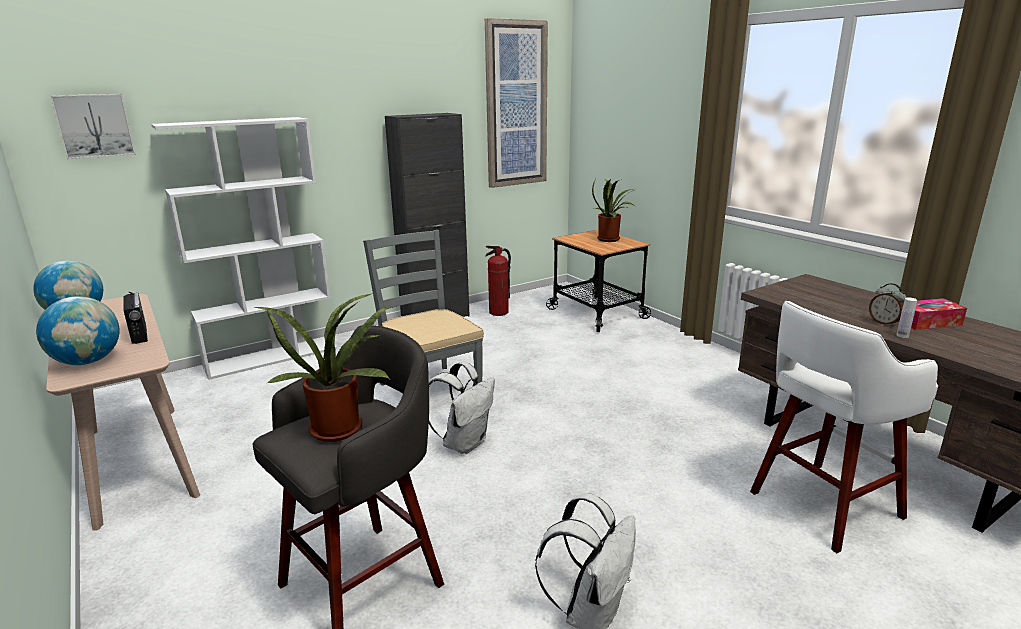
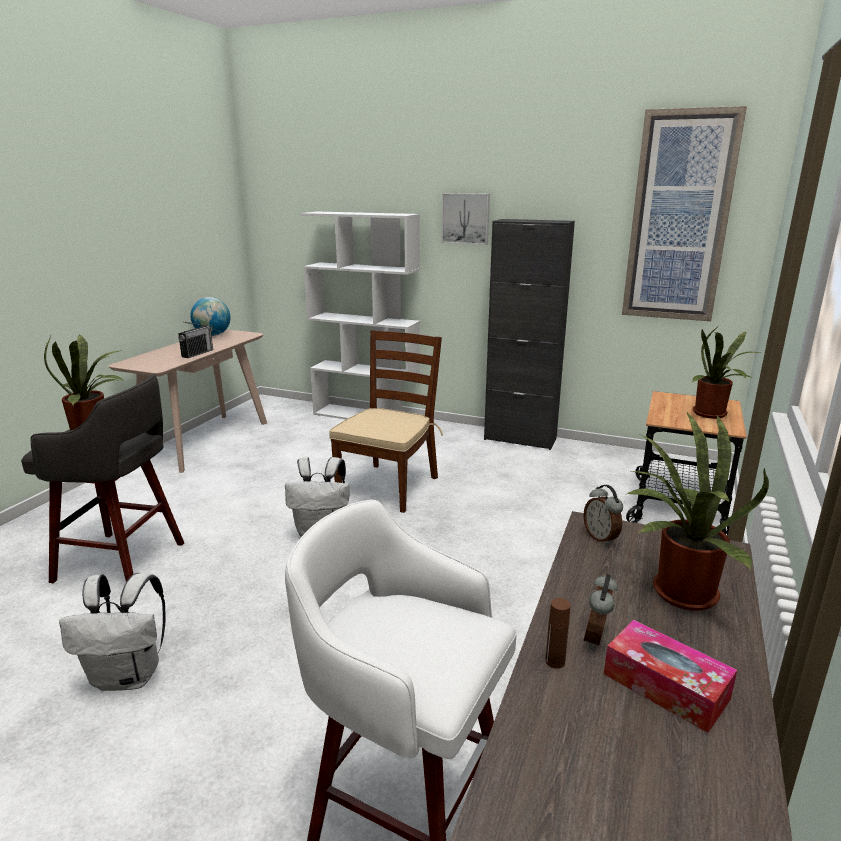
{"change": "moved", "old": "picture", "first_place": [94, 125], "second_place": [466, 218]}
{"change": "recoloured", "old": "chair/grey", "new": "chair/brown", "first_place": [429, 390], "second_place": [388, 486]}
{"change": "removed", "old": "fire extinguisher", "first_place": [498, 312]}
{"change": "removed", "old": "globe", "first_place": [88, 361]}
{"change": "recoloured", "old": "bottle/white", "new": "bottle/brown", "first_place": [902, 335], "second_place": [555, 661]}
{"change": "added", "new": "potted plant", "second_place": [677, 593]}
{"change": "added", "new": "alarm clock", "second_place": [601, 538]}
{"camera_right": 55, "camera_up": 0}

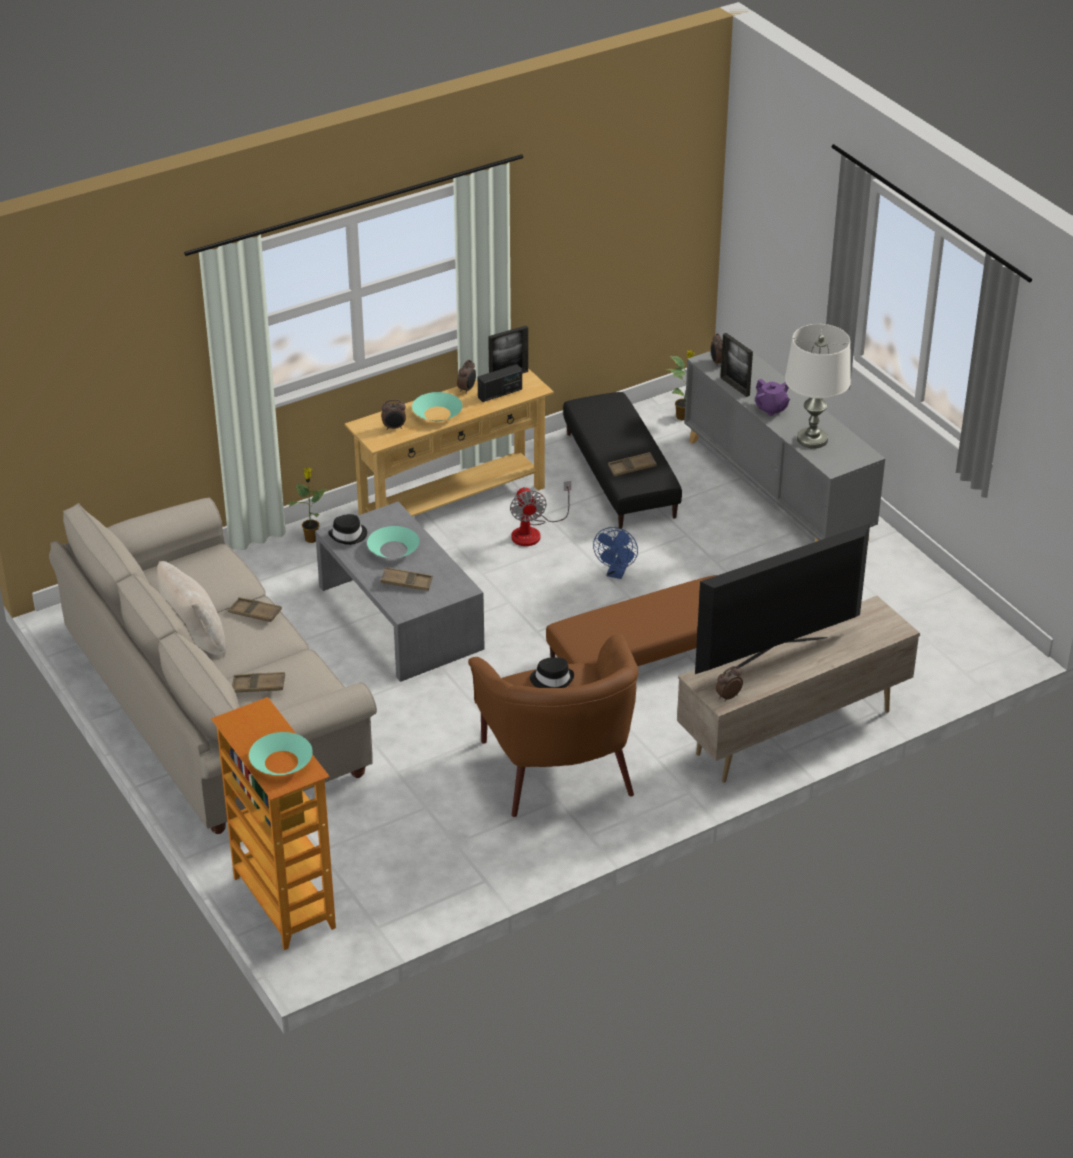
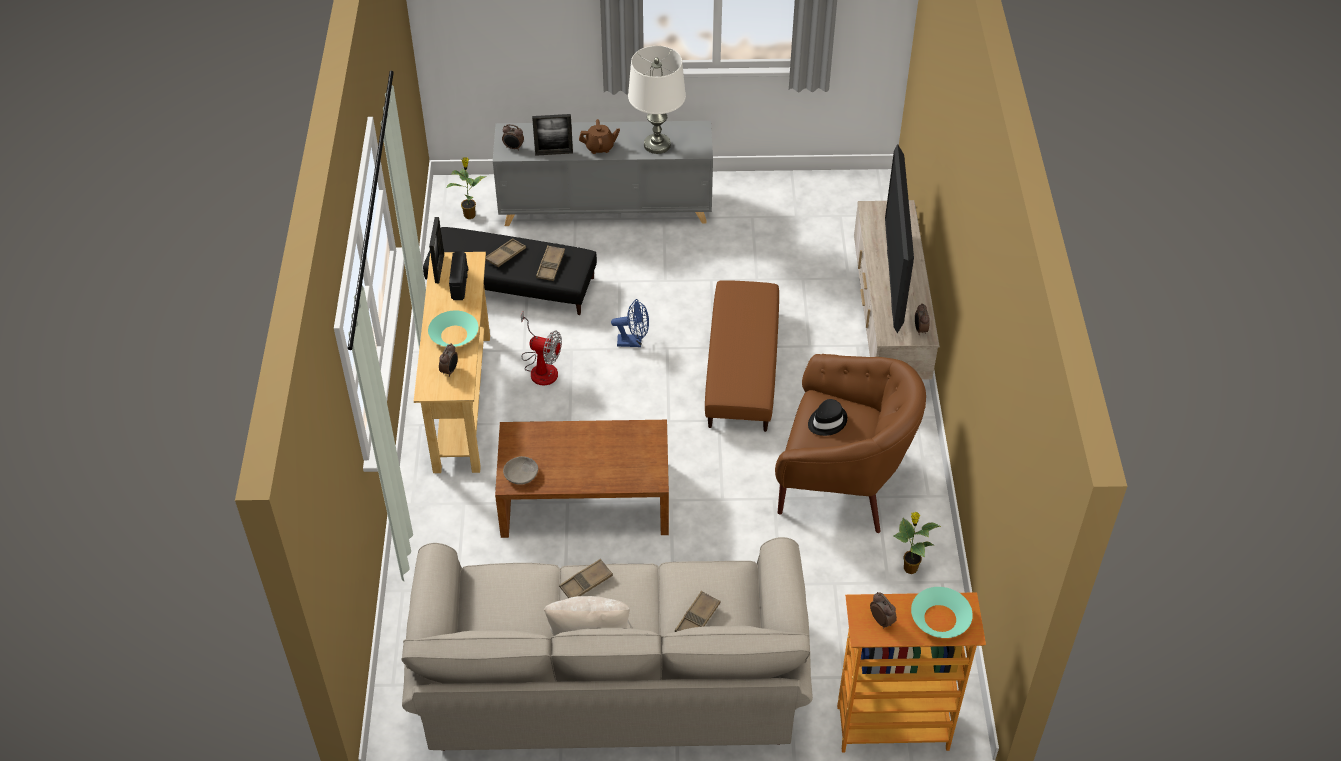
{"change": "moved", "old": "alarm clock", "first_place": [467, 389], "second_place": [882, 620]}
{"change": "recoloured", "old": "teapot/purple", "new": "teapot/brown", "first_place": [771, 408], "second_place": [600, 147]}
{"change": "moved", "old": "potted plant", "first_place": [311, 538], "second_place": [909, 568]}
{"change": "recoloured", "old": "coffee table/grey", "new": "coffee table/brown", "first_place": [399, 618], "second_place": [585, 500]}
{"change": "replaced", "old": "hat/black", "new": "bowl/grey", "first_place": [348, 535], "second_place": [521, 474]}
{"change": "removed", "old": "bowl/turquoise", "first_place": [393, 549]}
{"change": "turned", "old": "fan/blue", "first_place": [616, 573], "second_place": [633, 342], "degrees": -45}
{"change": "moved", "old": "tray/brown", "first_place": [406, 582], "second_place": [505, 255]}
{"camera_right": -60, "camera_up": 10}

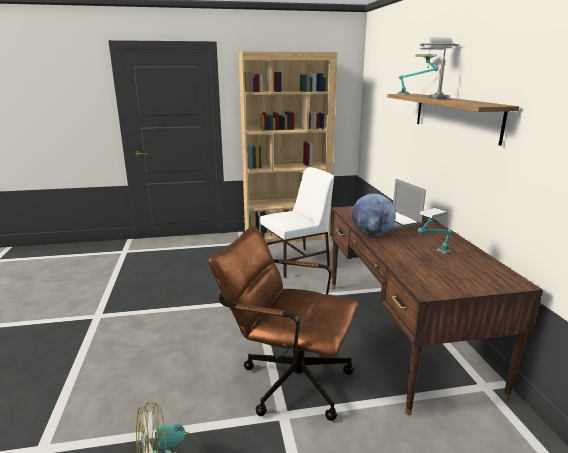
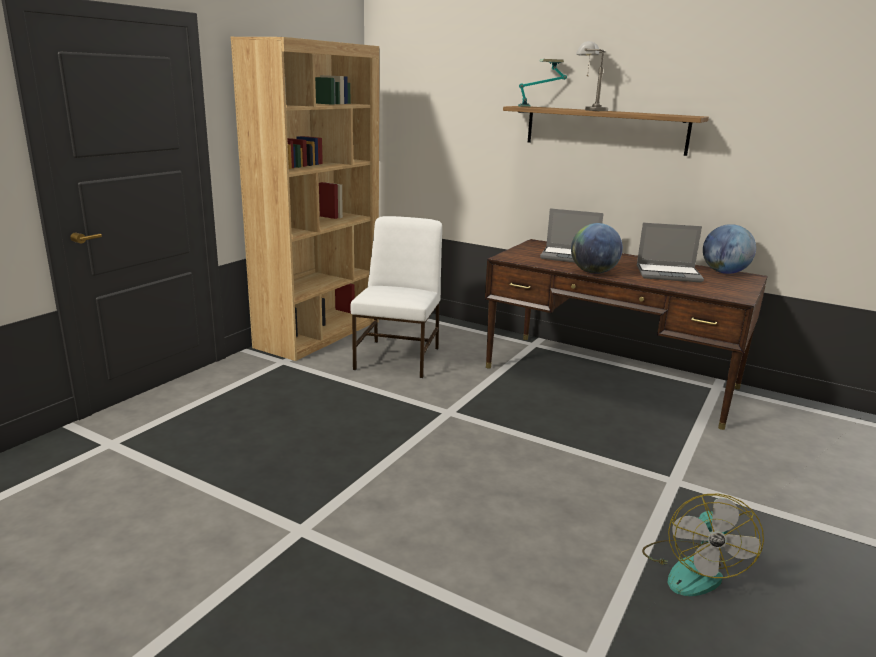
{"change": "replaced", "old": "table lamp", "new": "laptop", "first_place": [432, 255], "second_place": [669, 274]}
{"change": "removed", "old": "office chair/brown", "first_place": [287, 379]}
{"change": "added", "new": "globe", "second_place": [724, 272]}
{"camera_right": -50, "camera_up": 0}

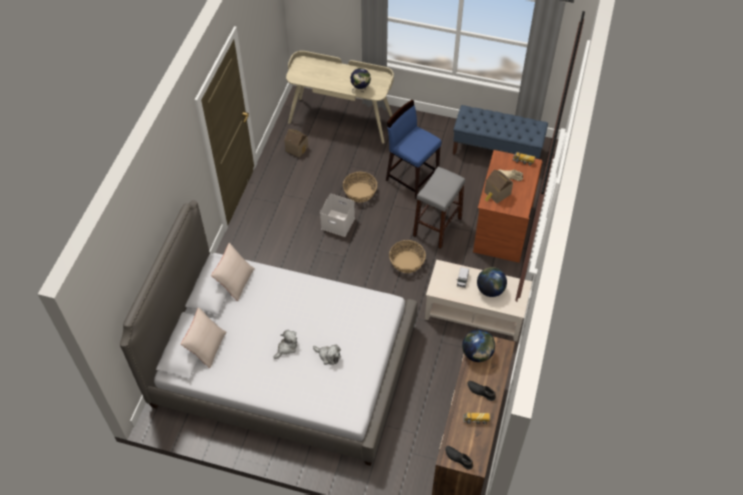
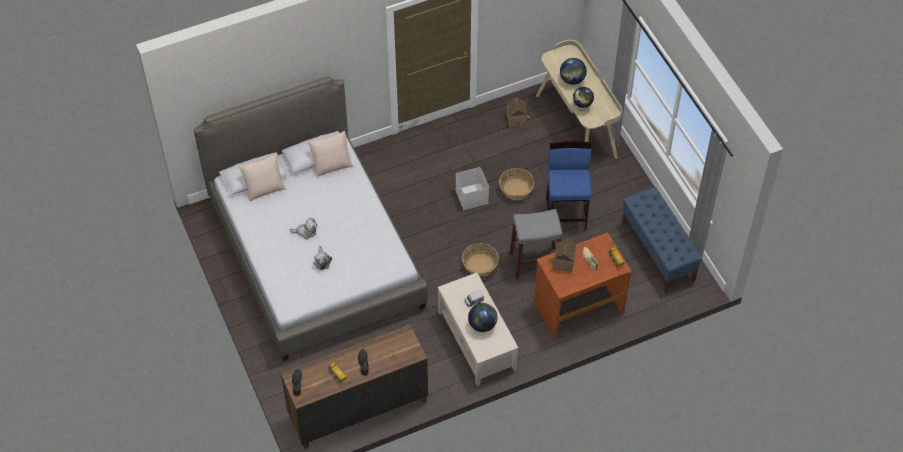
{"change": "moved", "old": "globe", "first_place": [477, 353], "second_place": [572, 80]}
{"camera_right": 50, "camera_up": 0}

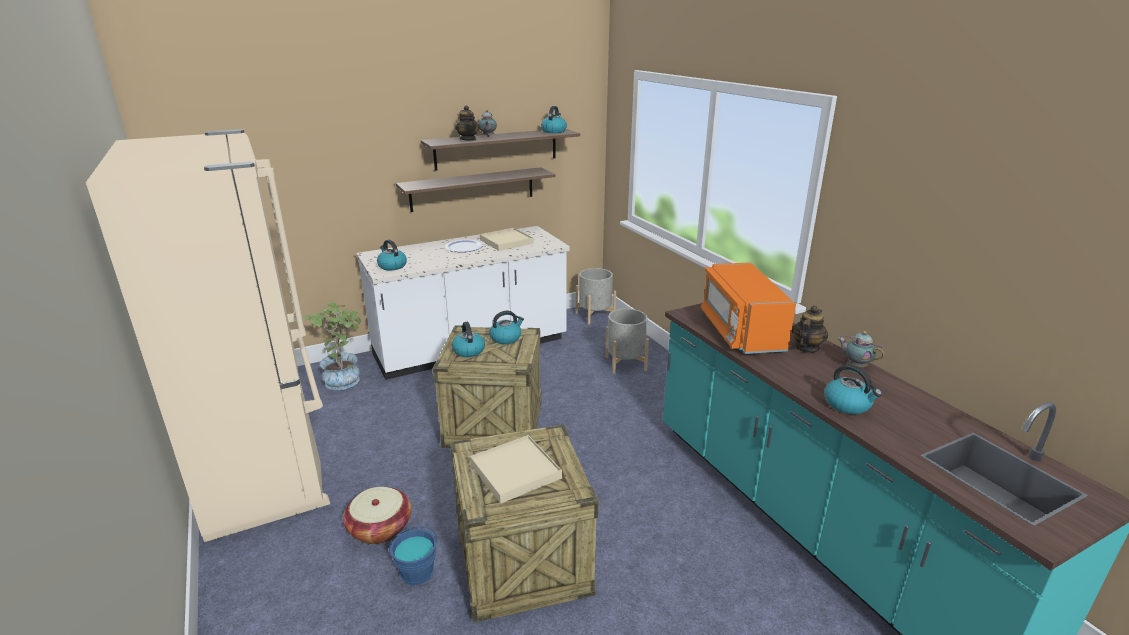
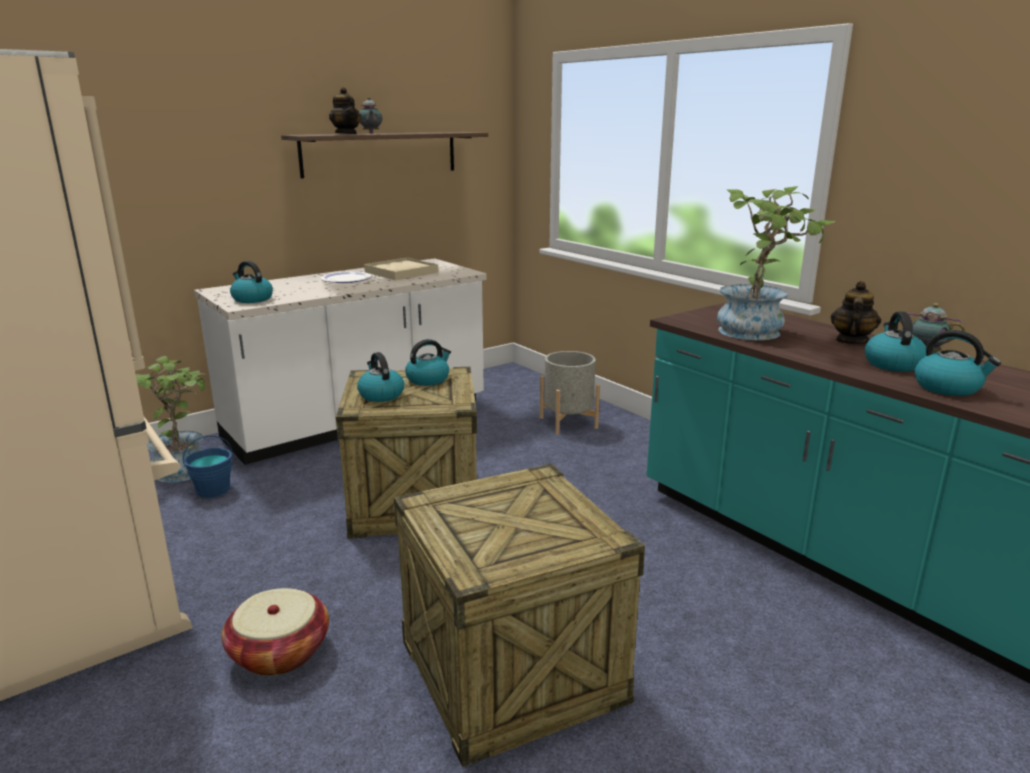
{"change": "moved", "old": "kettle", "first_place": [554, 131], "second_place": [892, 364]}
{"change": "removed", "old": "shelf", "first_place": [472, 189]}
{"change": "replaced", "old": "microwave/orange", "new": "potted plant", "first_place": [741, 331], "second_place": [758, 331]}
{"change": "removed", "old": "planter/grey", "first_place": [595, 315]}
{"change": "removed", "old": "tray/beige", "first_place": [515, 471]}
{"change": "moved", "old": "bucket/blue", "first_place": [417, 572], "second_place": [213, 489]}
{"camera_right": -10, "camera_up": -5}

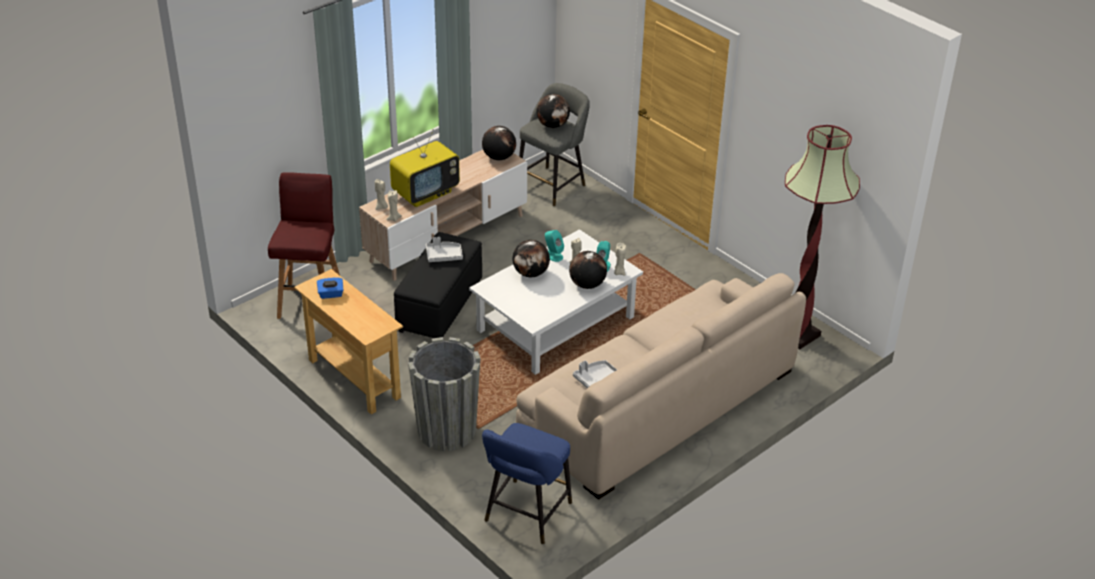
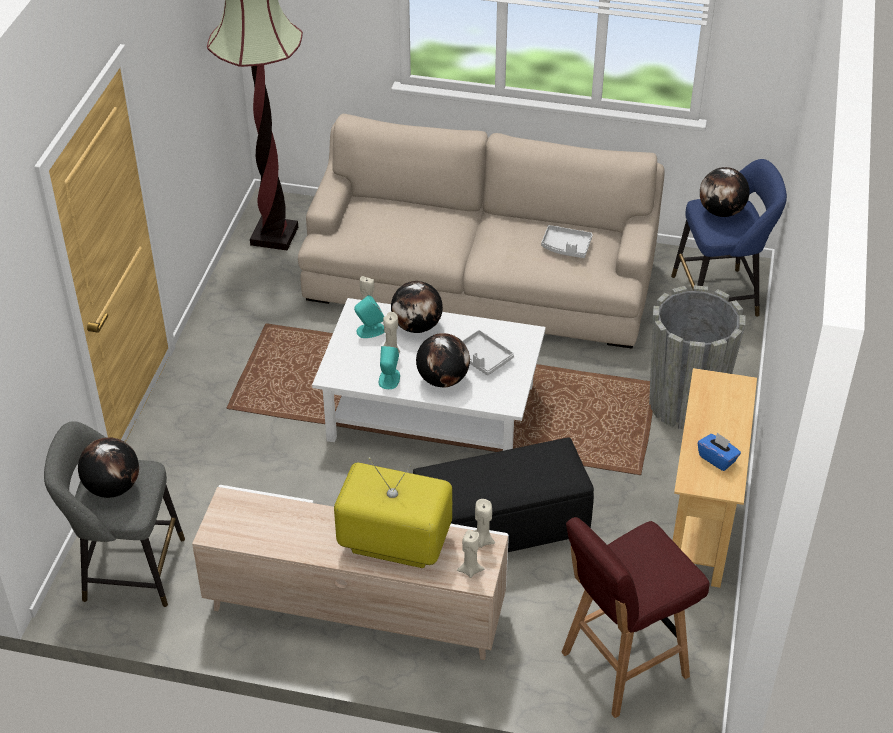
{"change": "moved", "old": "globe", "first_place": [499, 157], "second_place": [721, 212]}
{"change": "moved", "old": "tray/grey", "first_place": [444, 256], "second_place": [483, 358]}
{"camera_right": -125, "camera_up": 5}

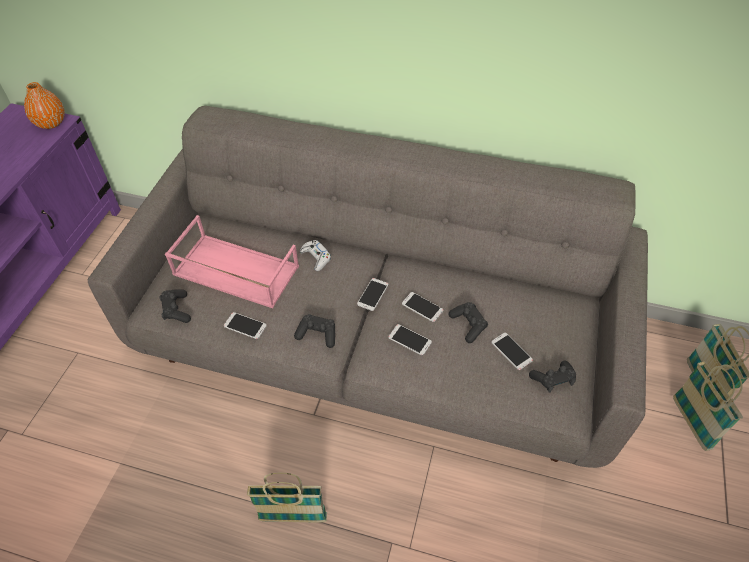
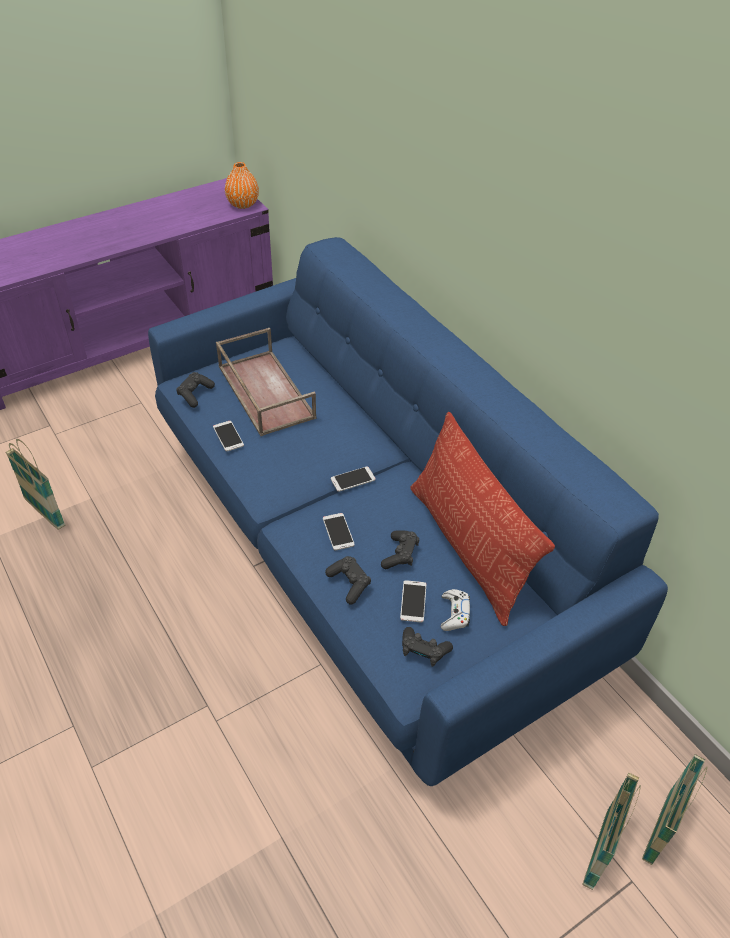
{"change": "recoloured", "old": "sofa/grey", "new": "sofa/blue", "first_place": [375, 342], "second_place": [364, 547]}
{"change": "recoloured", "old": "tray/pink", "new": "tray/brown", "first_place": [234, 271], "second_place": [264, 391]}
{"change": "moved", "old": "game controller/white", "first_place": [316, 257], "second_place": [454, 613]}
{"change": "removed", "old": "phone", "first_place": [422, 307]}
{"change": "moved", "old": "game controller/black", "first_place": [317, 334], "second_place": [349, 583]}
{"change": "moved", "old": "basket", "first_place": [293, 517], "second_place": [44, 513]}
{"change": "added", "new": "pillow", "second_place": [467, 548]}
{"camera_right": 40, "camera_up": -5}

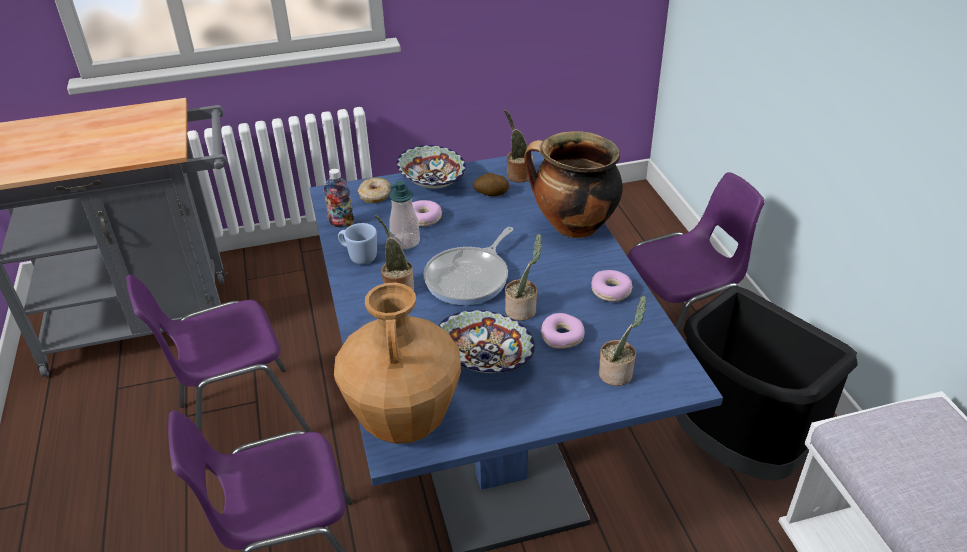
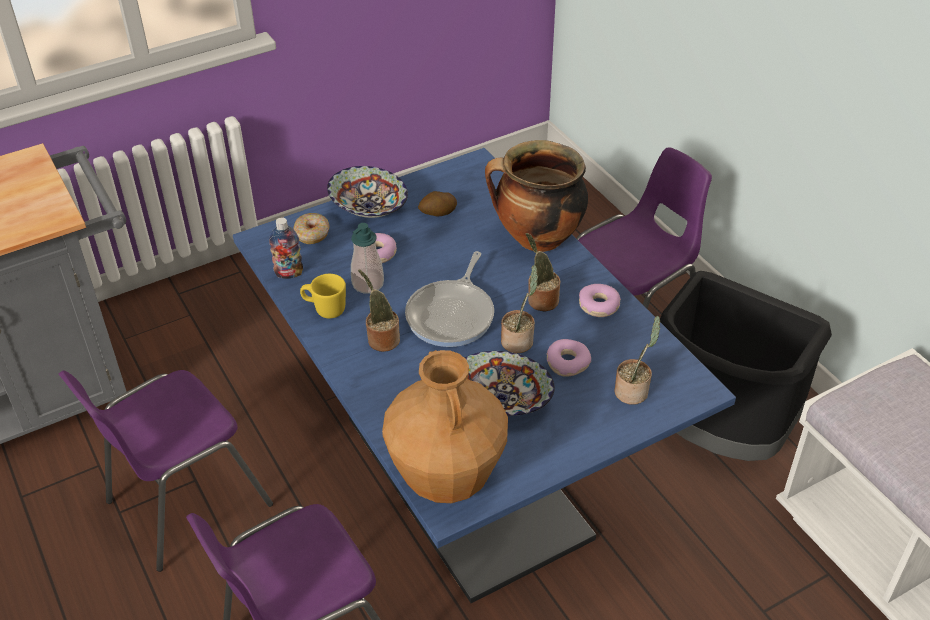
{"change": "moved", "old": "potted plant", "first_place": [517, 175], "second_place": [540, 300]}
{"change": "recoloured", "old": "mug/blue", "new": "mug/yellow", "first_place": [359, 256], "second_place": [325, 309]}
{"camera_right": -15, "camera_up": 5}

